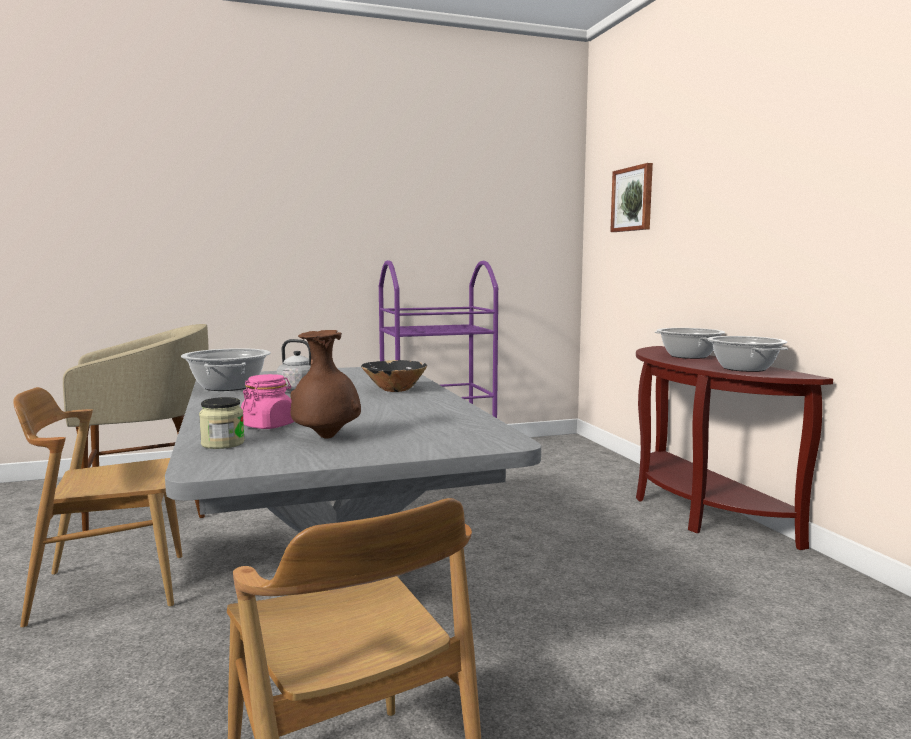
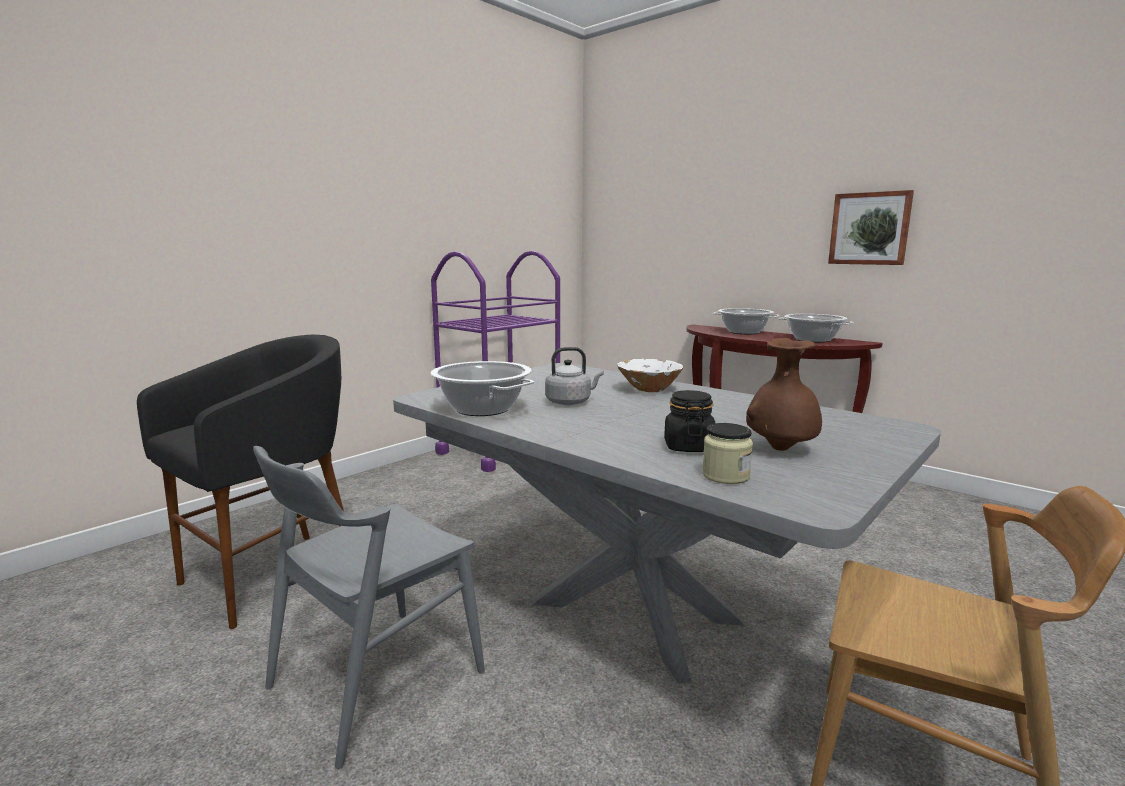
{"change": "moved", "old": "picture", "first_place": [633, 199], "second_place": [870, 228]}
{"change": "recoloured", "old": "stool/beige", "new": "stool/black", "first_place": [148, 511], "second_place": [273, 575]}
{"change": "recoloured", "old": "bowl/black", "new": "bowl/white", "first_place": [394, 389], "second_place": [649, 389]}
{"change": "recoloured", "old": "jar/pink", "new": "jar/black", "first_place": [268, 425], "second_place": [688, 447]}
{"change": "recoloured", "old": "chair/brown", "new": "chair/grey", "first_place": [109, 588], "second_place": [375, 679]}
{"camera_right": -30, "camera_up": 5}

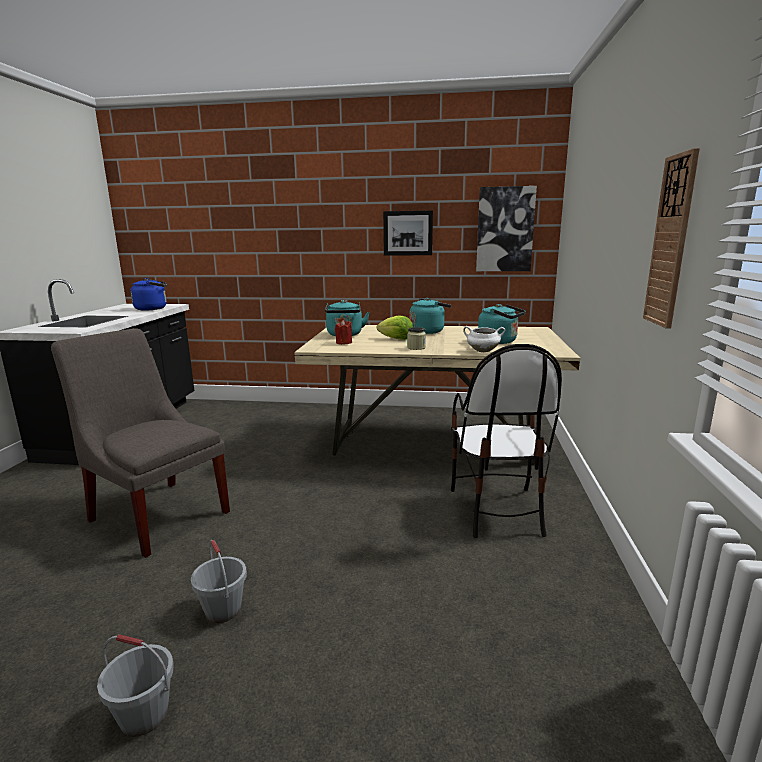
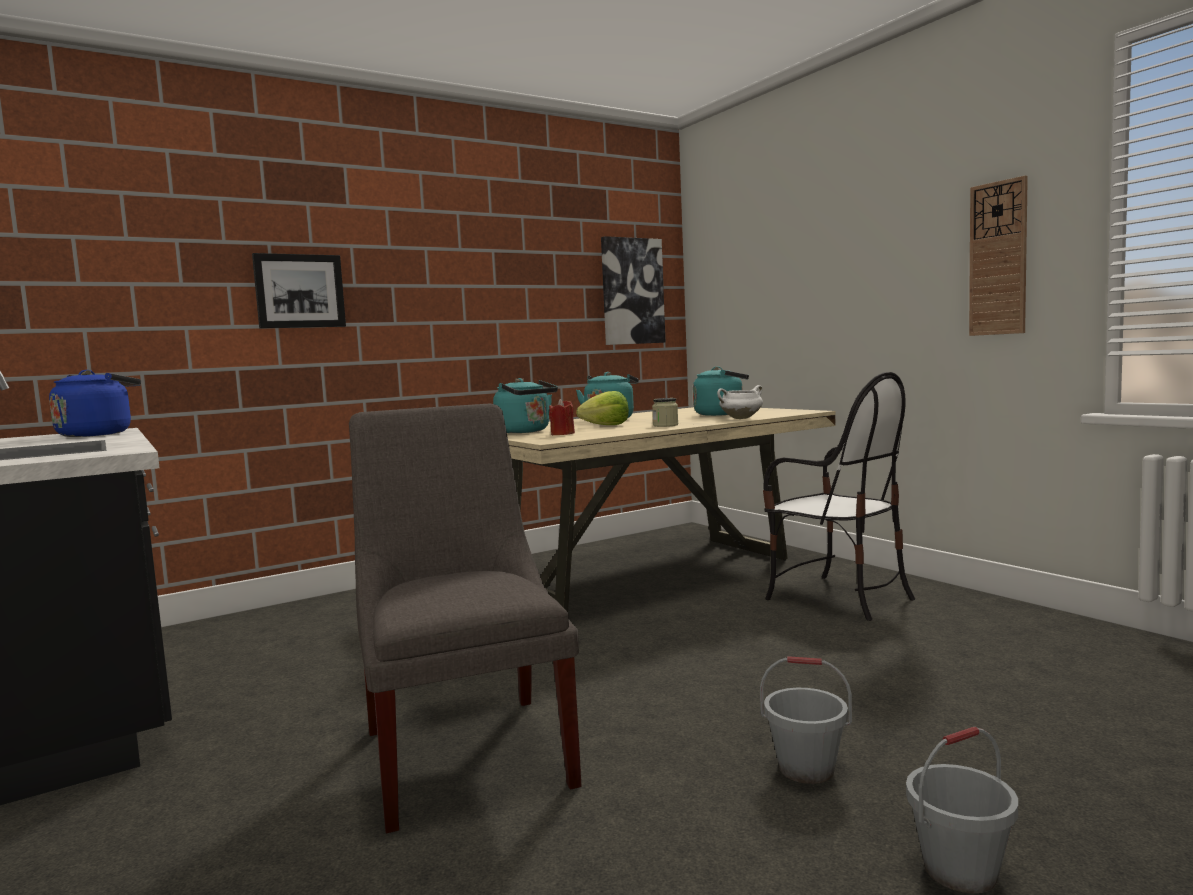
{"change": "moved", "old": "picture", "first_place": [408, 233], "second_place": [299, 291]}
{"change": "turned", "old": "chair/grey", "first_place": [157, 513], "second_place": [467, 750], "degrees": 75}
{"camera_right": -40, "camera_up": -10}

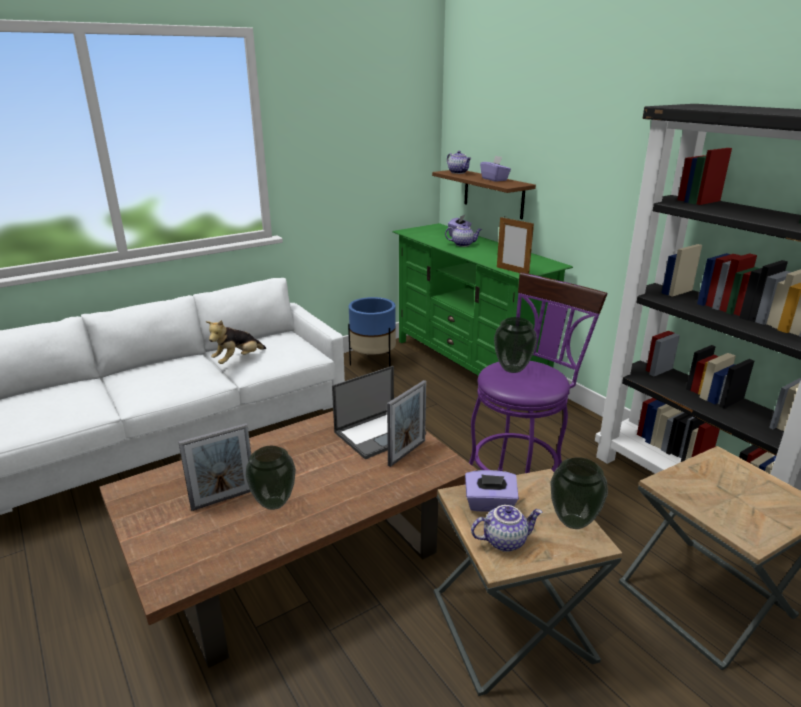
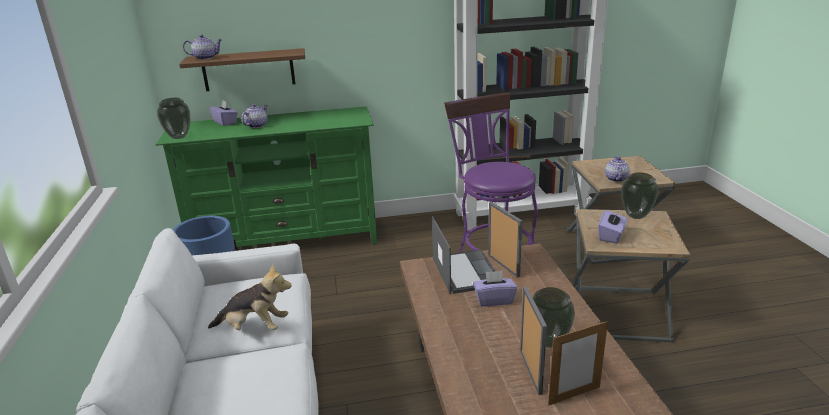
{"change": "moved", "old": "tissue box/purple", "first_place": [494, 179], "second_place": [494, 300]}
{"change": "moved", "old": "picture frame", "first_place": [512, 271], "second_place": [574, 395]}
{"change": "moved", "old": "vase", "first_place": [512, 369], "second_place": [178, 137]}
{"change": "turned", "old": "plush toy", "first_place": [238, 360], "second_place": [254, 327], "degrees": -60}
{"change": "moved", "old": "teapot", "first_place": [504, 540], "second_place": [615, 179]}
{"camera_right": -65, "camera_up": 0}

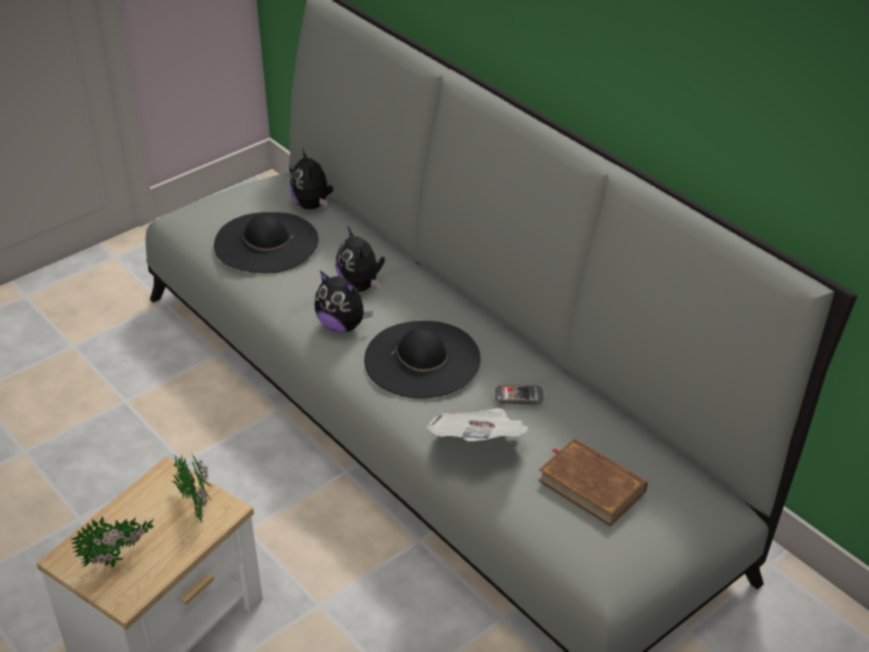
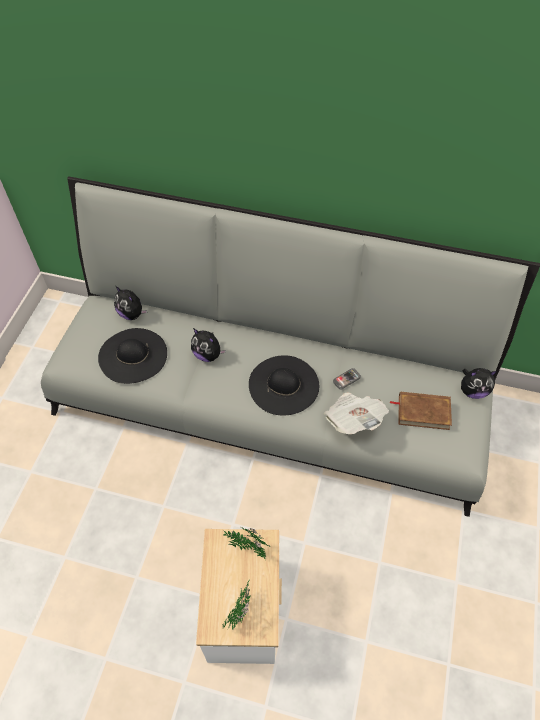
{"change": "moved", "old": "plush toy", "first_place": [342, 325], "second_place": [472, 391]}
{"camera_right": -35, "camera_up": 15}

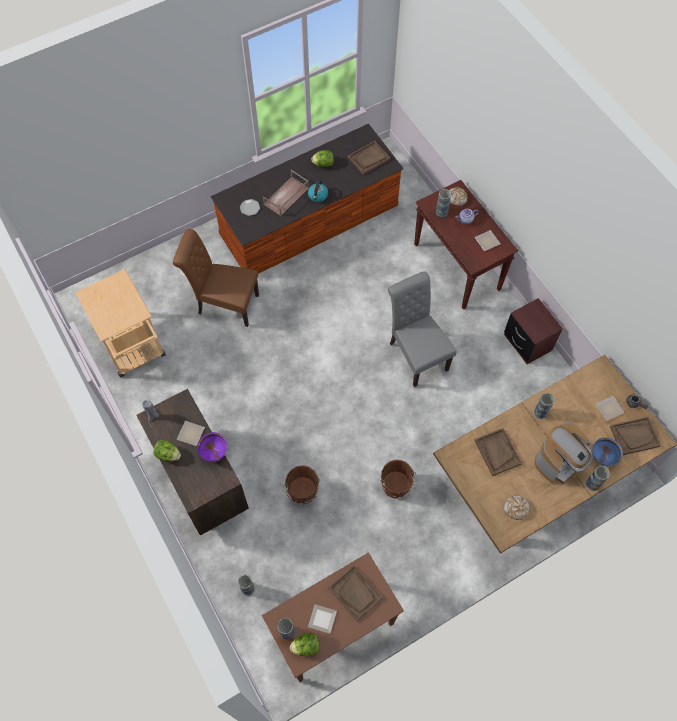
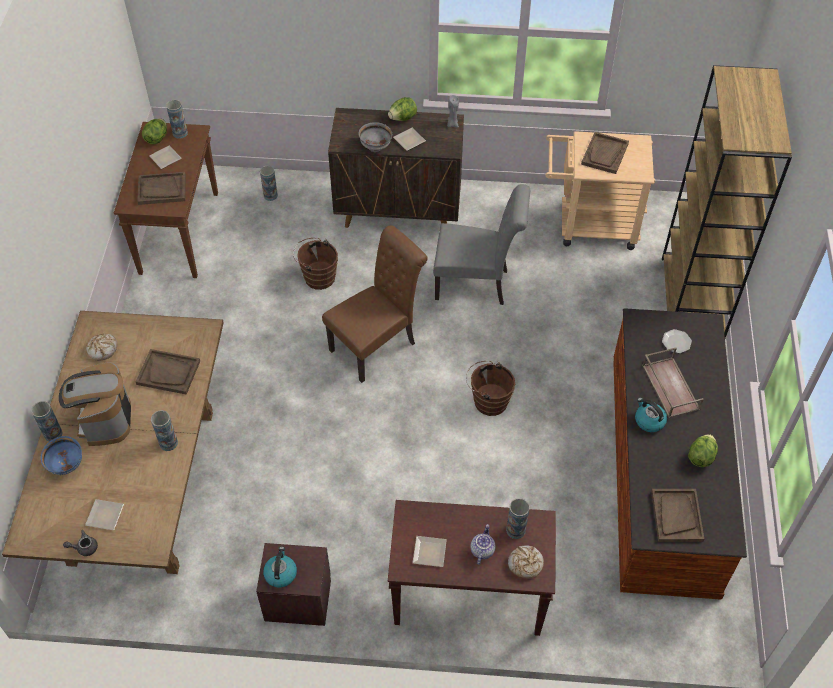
{"change": "moved", "old": "chair/brown", "first_place": [224, 304], "second_place": [377, 344]}
{"change": "moved", "old": "chair/grey", "first_place": [415, 353], "second_place": [477, 284]}
{"change": "moved", "old": "tray/brown", "first_place": [634, 436], "second_place": [605, 154]}
{"change": "recoloured", "old": "bowl/purple", "new": "bowl/grey", "first_place": [214, 452], "second_place": [375, 147]}
{"change": "moved", "old": "bucket/brown", "first_place": [396, 488], "second_place": [488, 401]}
{"change": "added", "new": "bookcase/brown", "second_place": [692, 301]}
{"change": "added", "new": "kettle", "second_place": [280, 573]}
{"camera_right": 125, "camera_up": -10}

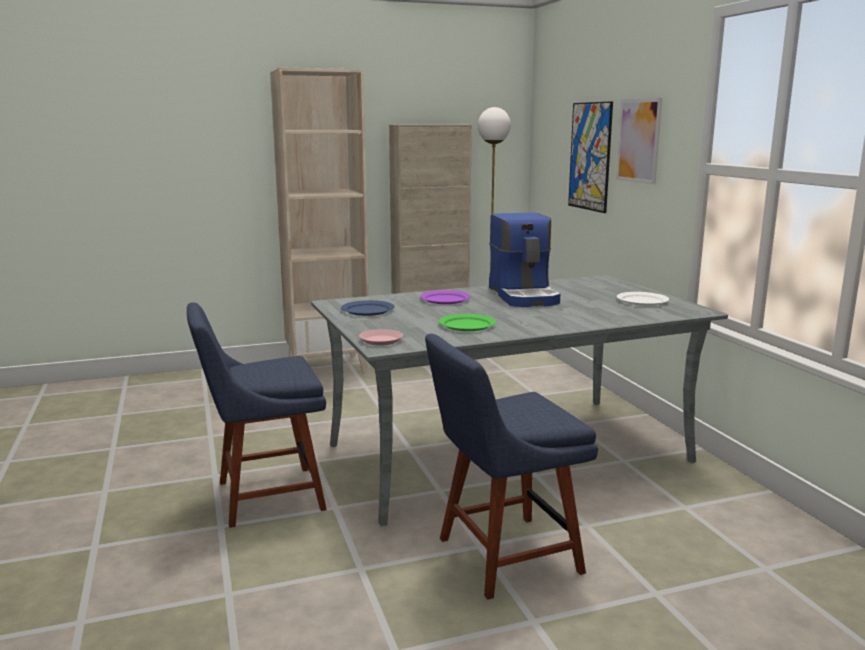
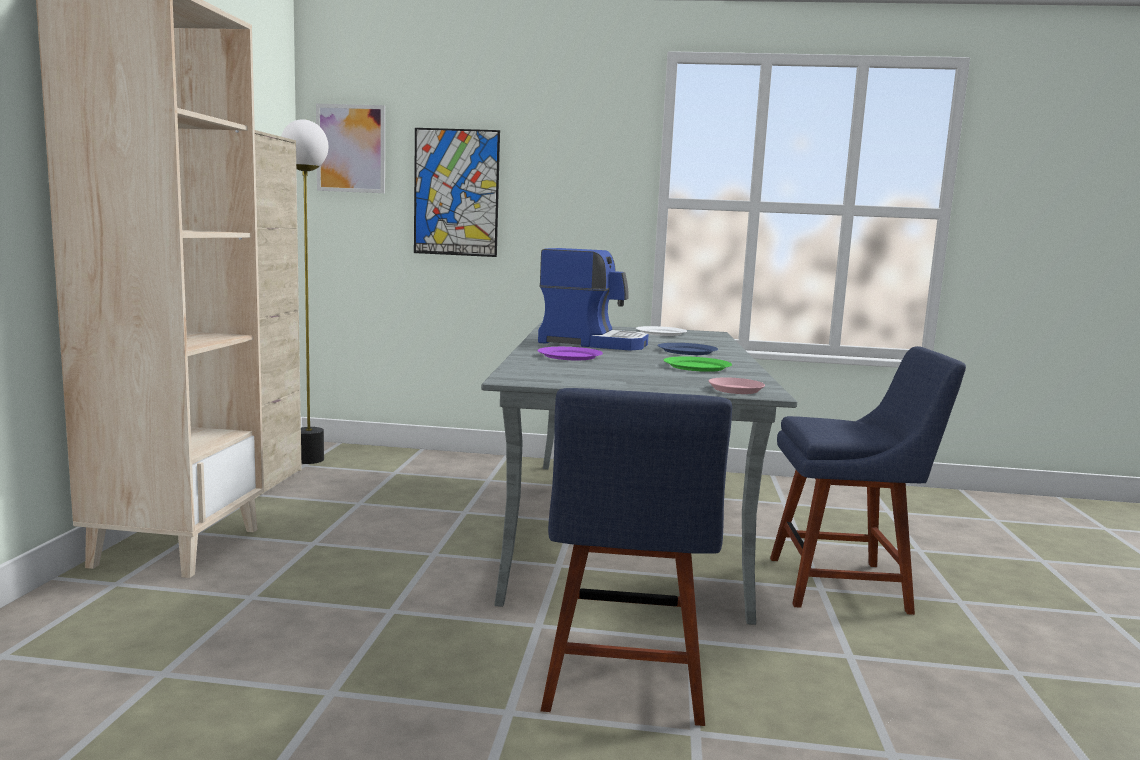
{"change": "moved", "old": "picture", "first_place": [638, 140], "second_place": [351, 148]}
{"change": "moved", "old": "plate/blue", "first_place": [367, 310], "second_place": [686, 351]}
{"change": "turned", "old": "chair/blue", "first_place": [502, 557], "second_place": [846, 585], "degrees": -90}
{"camera_right": -65, "camera_up": -5}

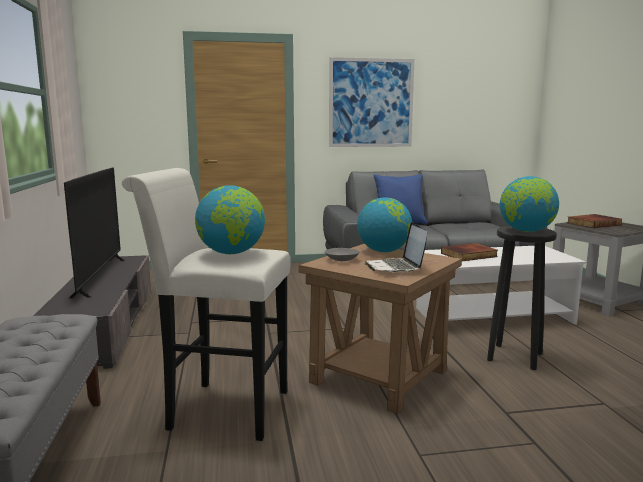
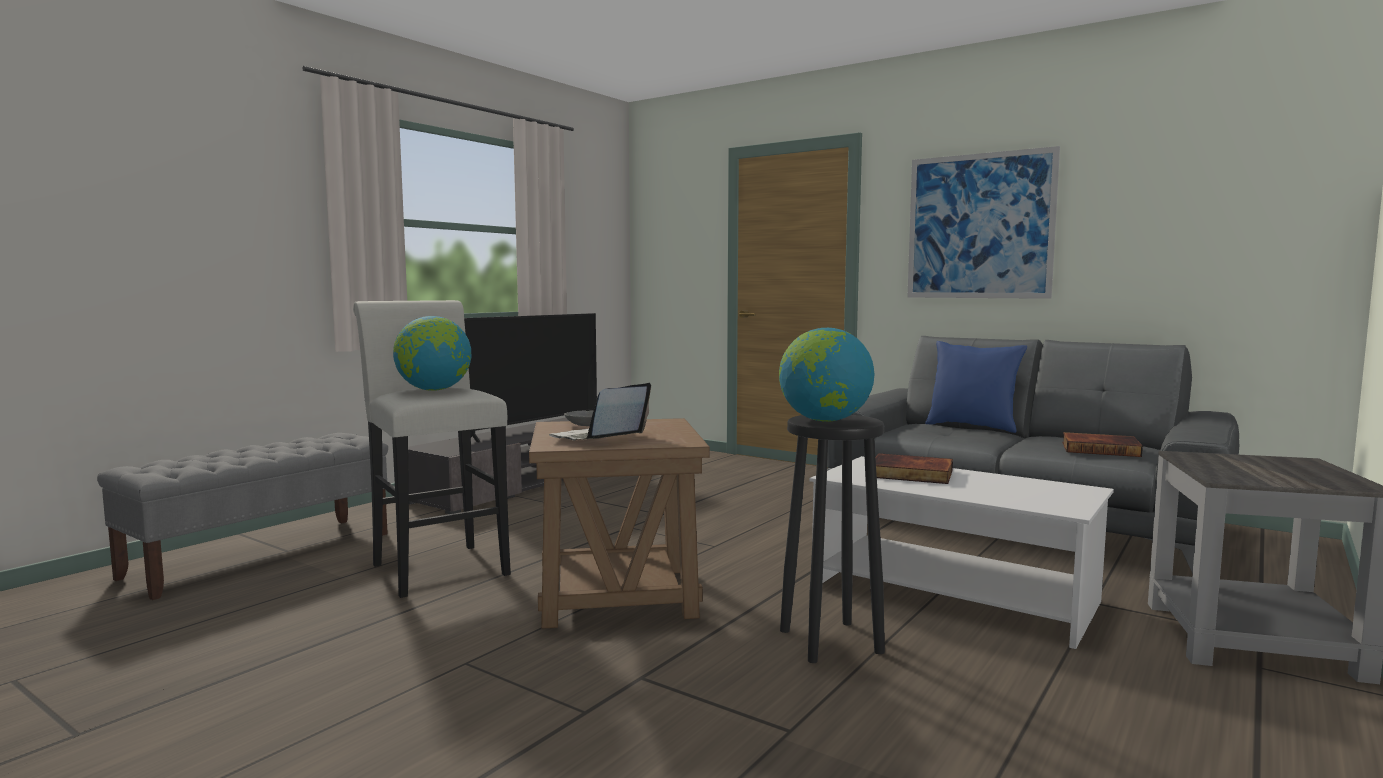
{"change": "removed", "old": "globe", "first_place": [384, 251]}
{"change": "moved", "old": "book", "first_place": [593, 223], "second_place": [1100, 449]}
{"camera_right": 45, "camera_up": -5}

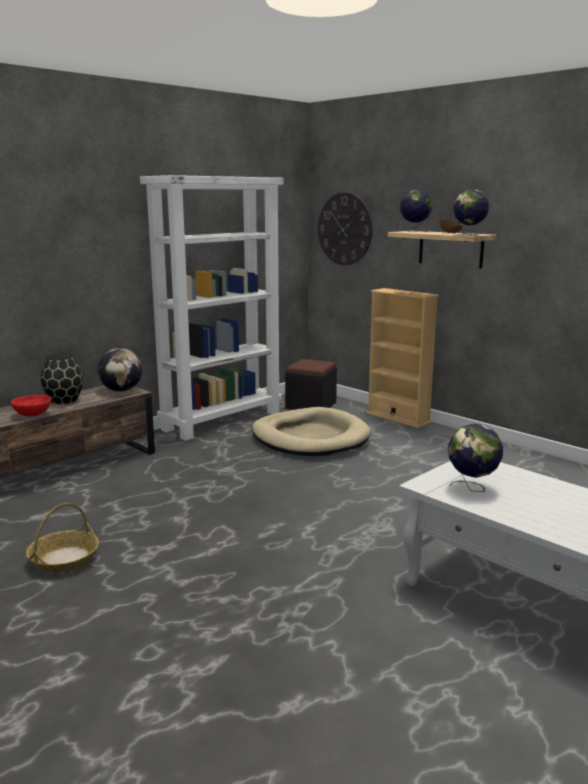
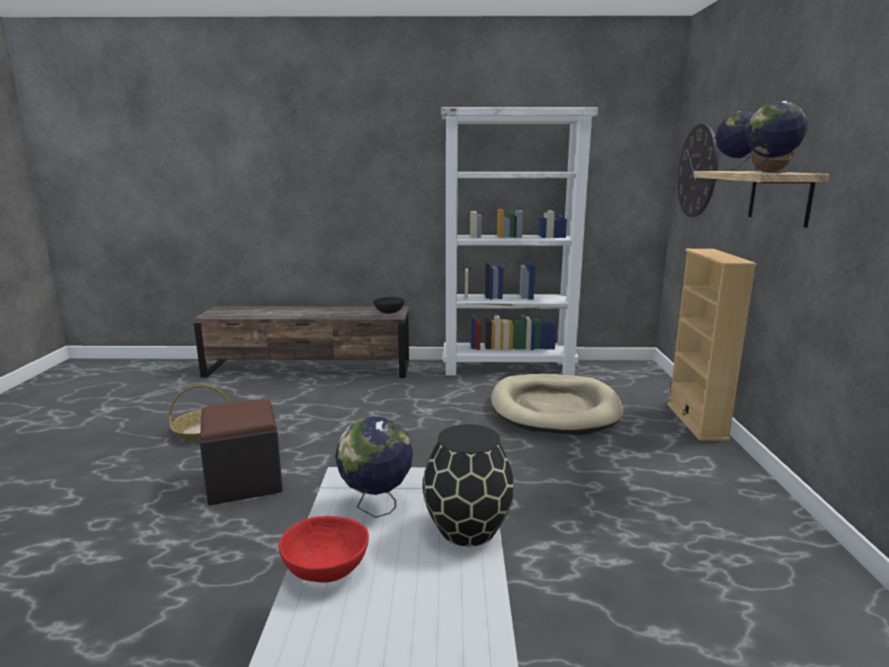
{"change": "replaced", "old": "globe", "new": "bowl/black", "first_place": [121, 390], "second_place": [389, 313]}
{"change": "moved", "old": "vase/black", "first_place": [63, 400], "second_place": [466, 529]}
{"change": "moved", "old": "ottoman/black", "first_place": [311, 406], "second_place": [244, 482]}
{"change": "moved", "old": "bowl/red", "first_place": [32, 415], "second_place": [325, 570]}
{"camera_right": 45, "camera_up": 0}

